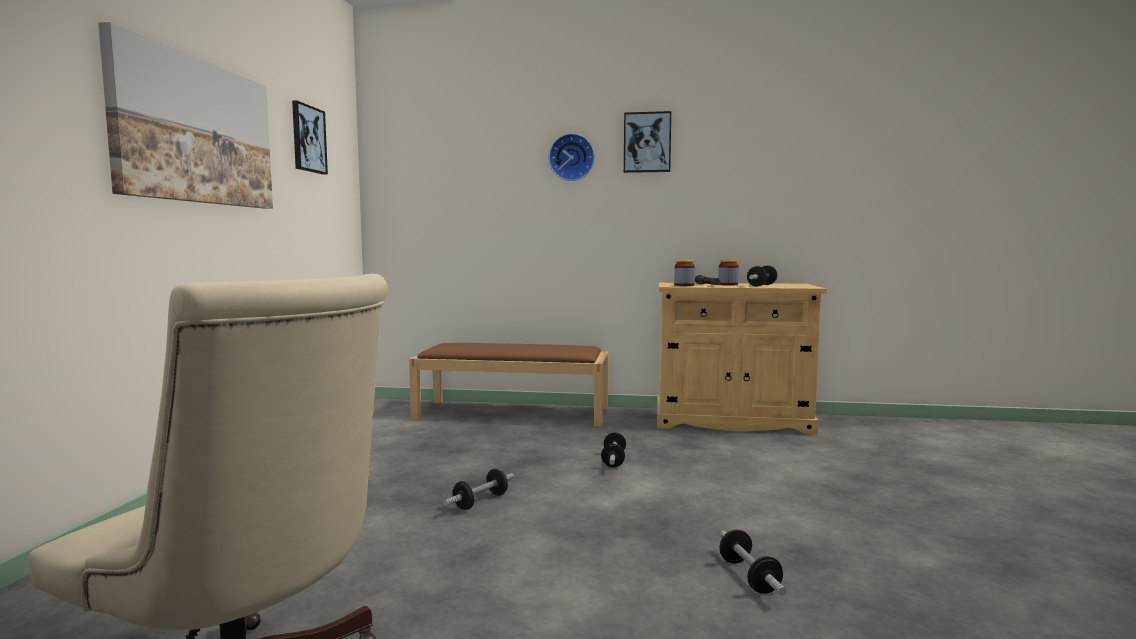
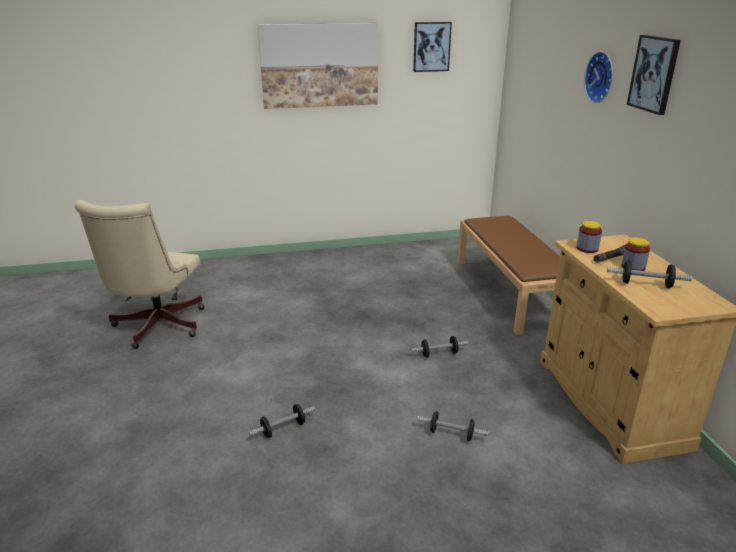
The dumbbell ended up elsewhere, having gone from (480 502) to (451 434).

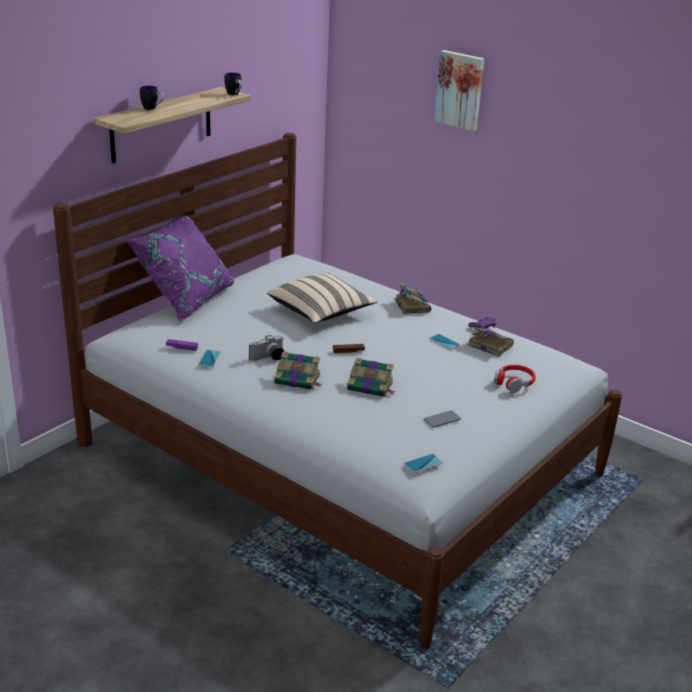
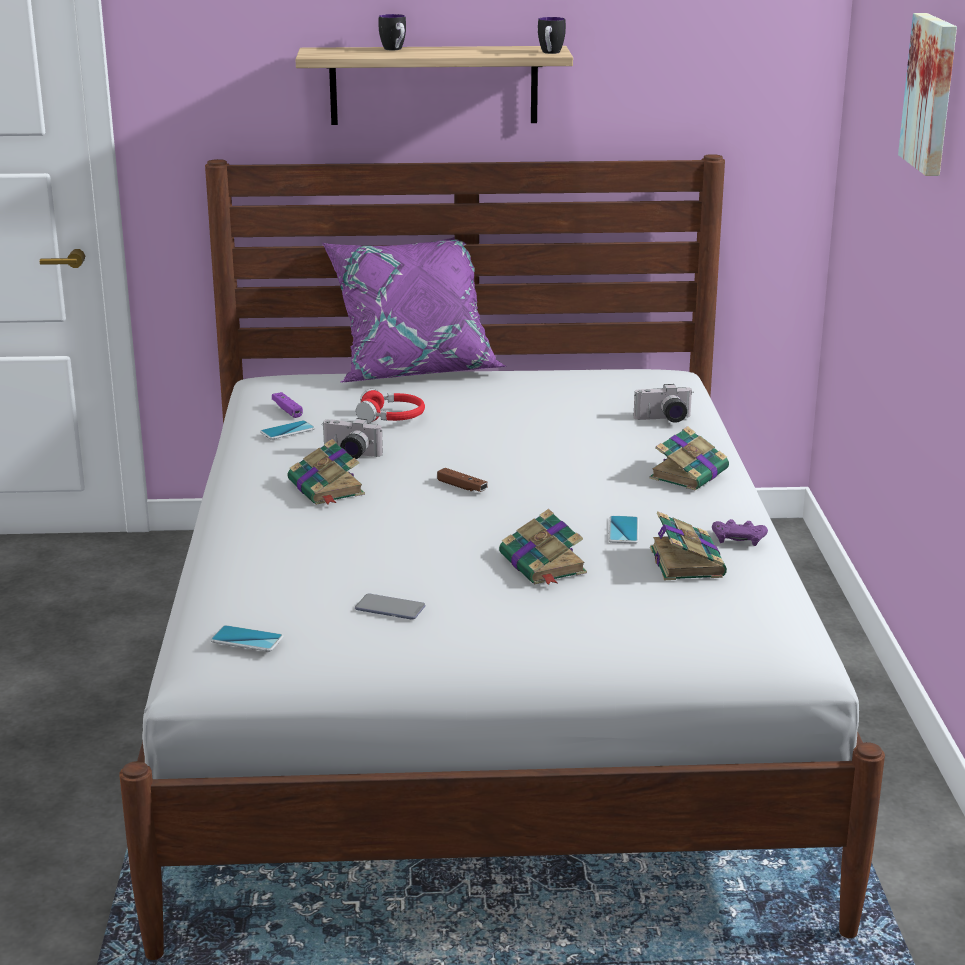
The red headphones ended up elsewhere, having gone from (514 383) to (391 417).
The book ended up elsewhere, having gone from (371 386) to (543 565).
The second view gained the photo camera at (664 420).
The second view lost the beige pillow at (321 312).

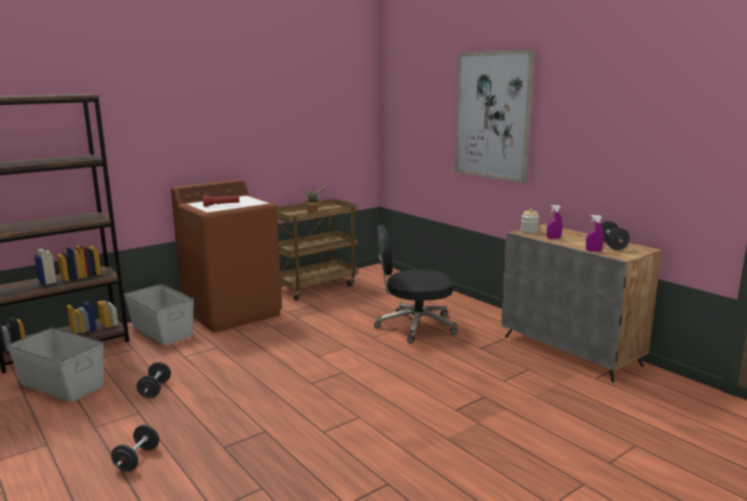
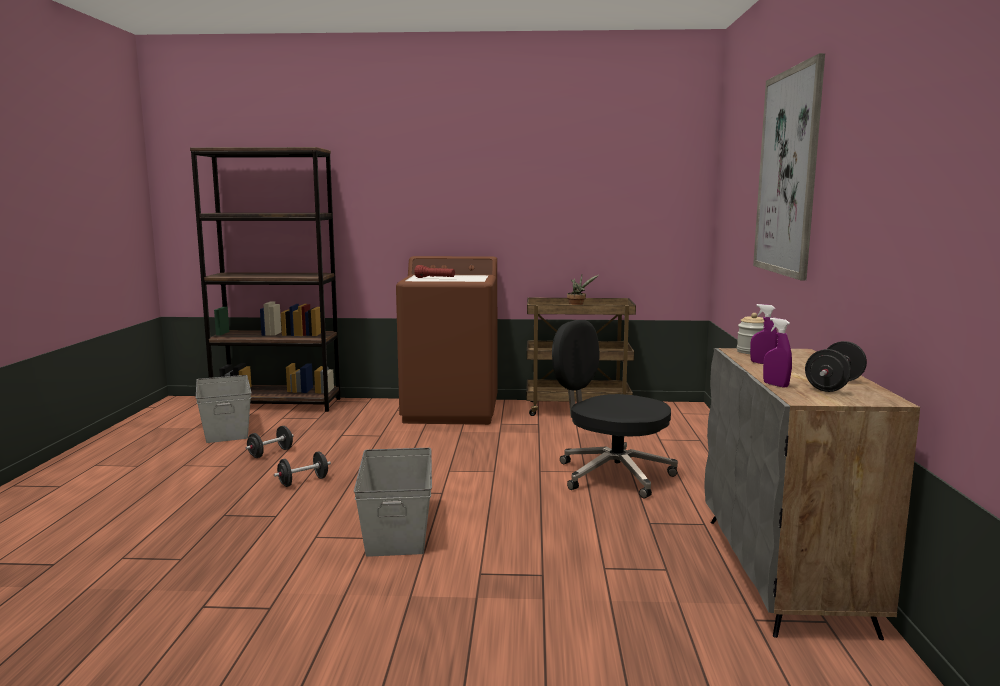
The black dumbbell ended up elsewhere, having gone from (137 459) to (303 481).
The grey storage box ended up elsewhere, having gone from (162 330) to (398 528).

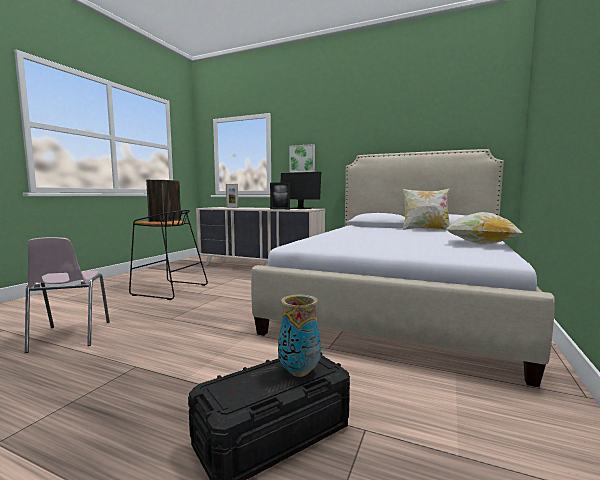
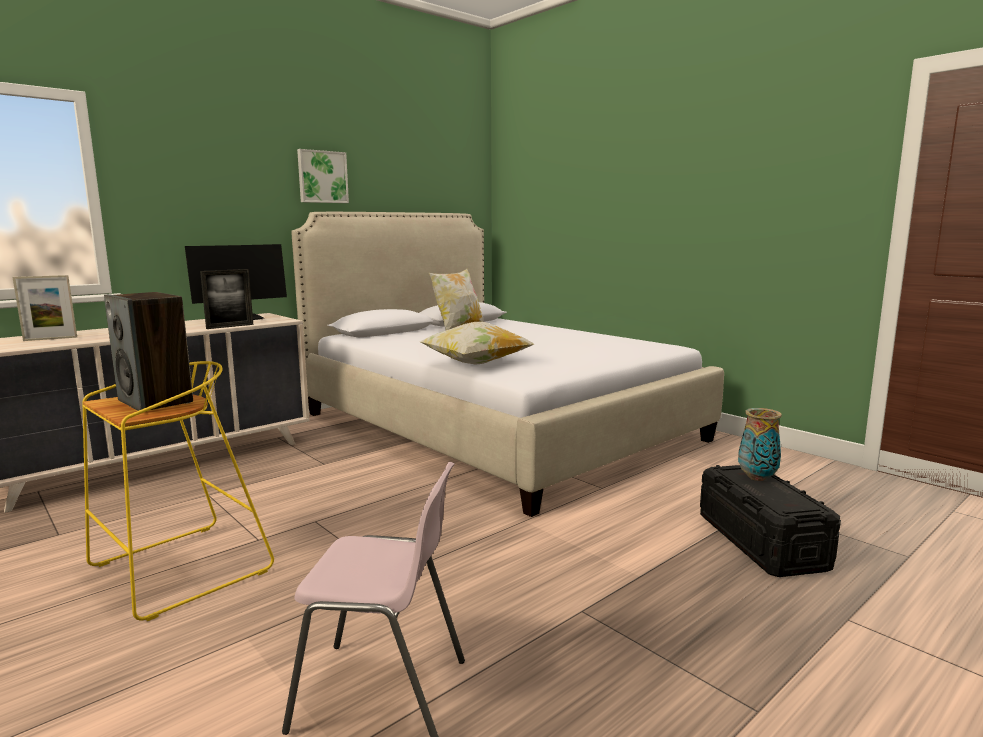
What was the black stool at (168 290) turned into the yellow stool at (178 571).
The picture ended up elsewhere, having gone from (302 158) to (322 177).
The pillow ended up elsewhere, having gone from (481 244) to (476 364).

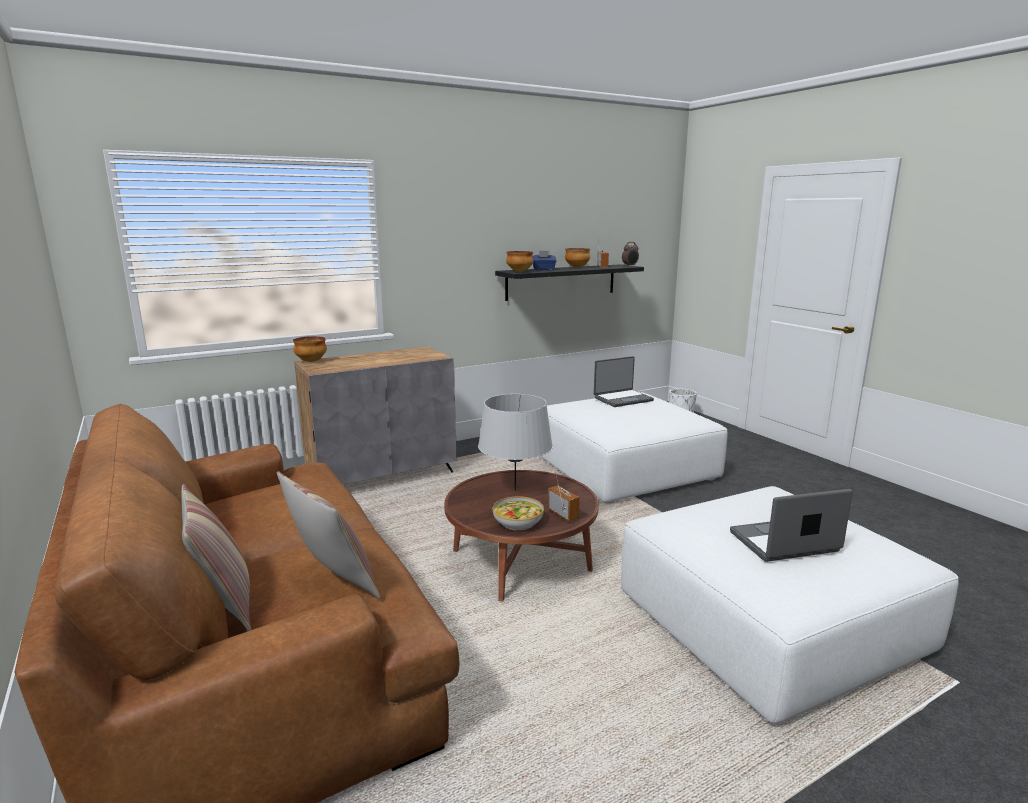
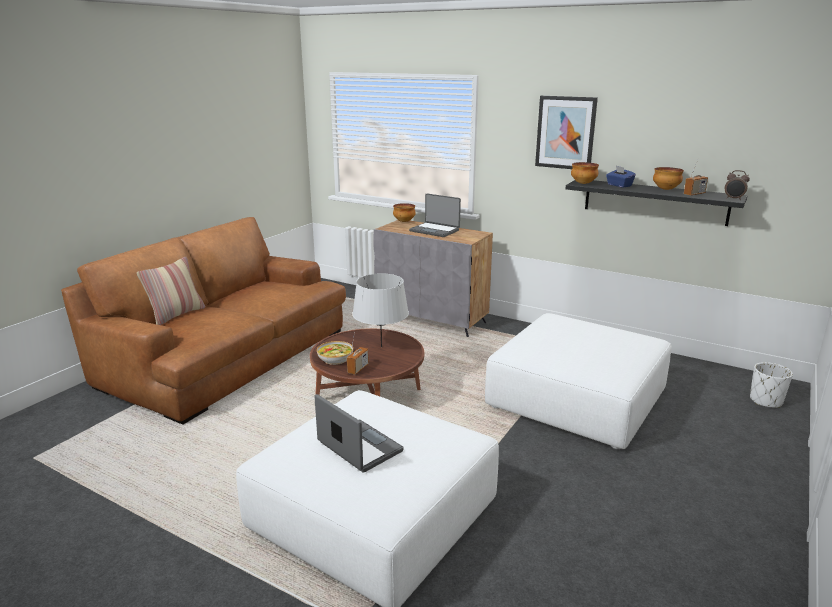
The laptop ended up elsewhere, having gone from (622 399) to (435 230).
The second view gained the picture at (565 132).
The second view lost the pillow at (333 581).

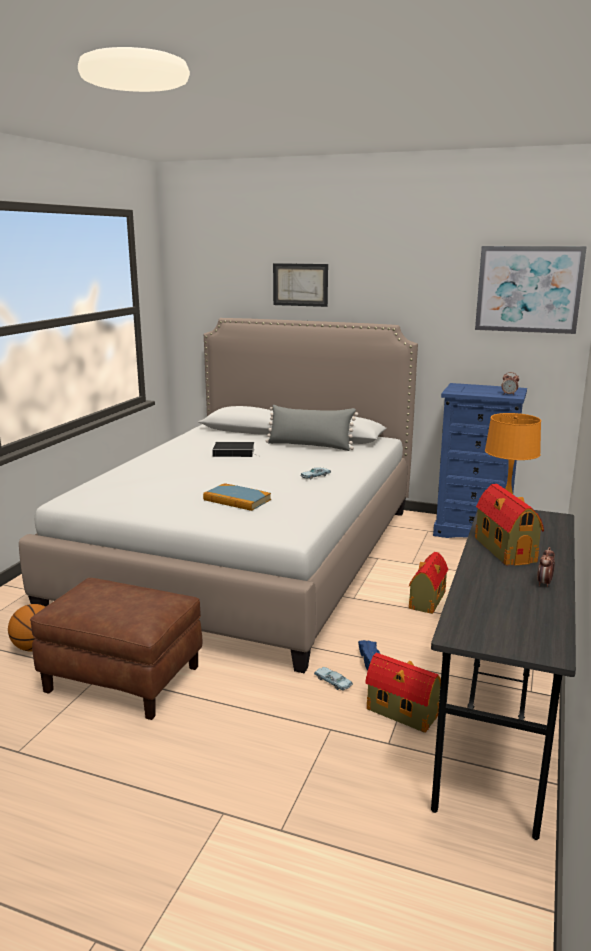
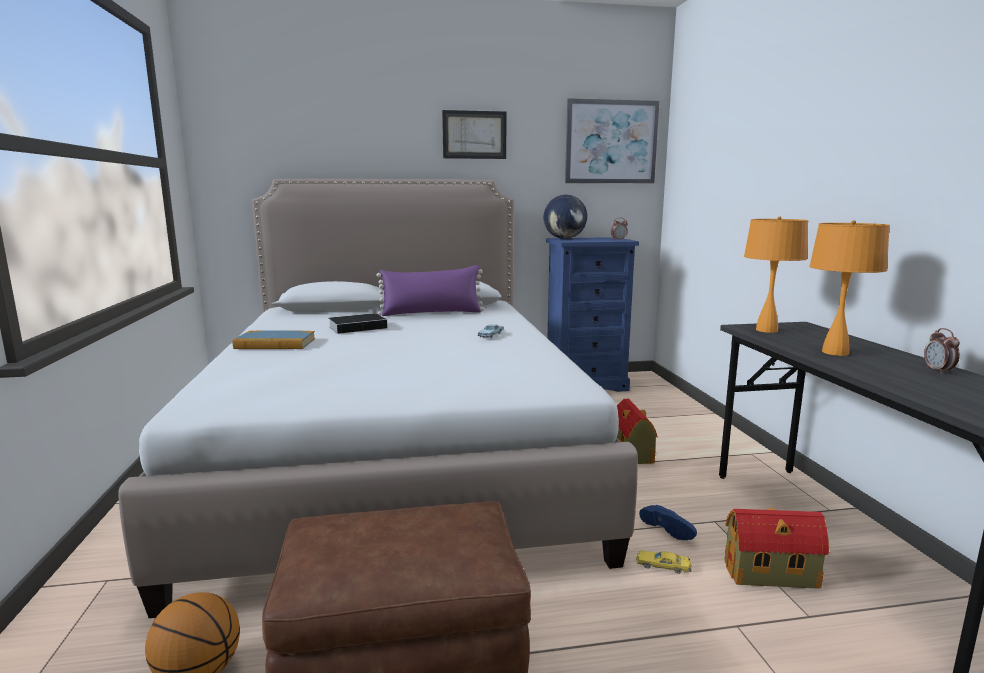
The book ended up elsewhere, having gone from (237 500) to (275 344).
What was the grey pillow at (310 446) turned into the purple pillow at (432 313).
The picture ended up elsewhere, having gone from (300 284) to (474 135).
The second view gained the globe at (564 238).
What was the blue toy car at (332 682) turned into the yellow toy car at (663 566).
Where the toy house stood at (504 549), the orange table lamp came to stand at (835 352).

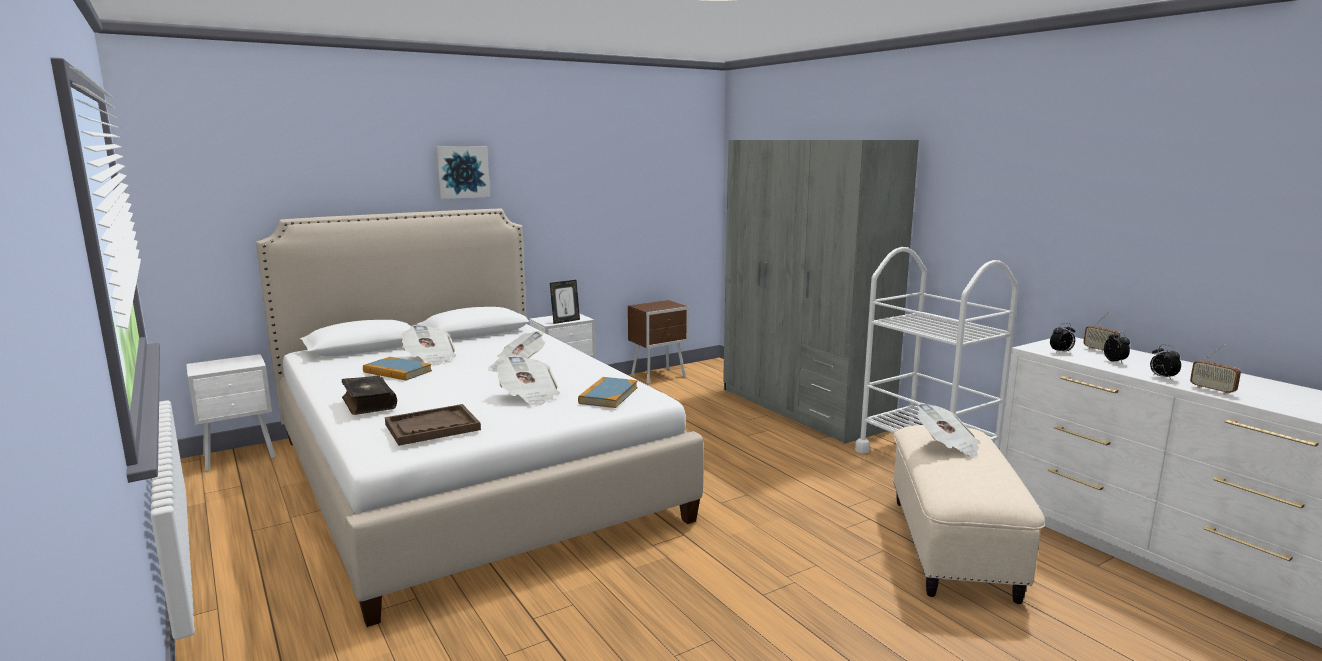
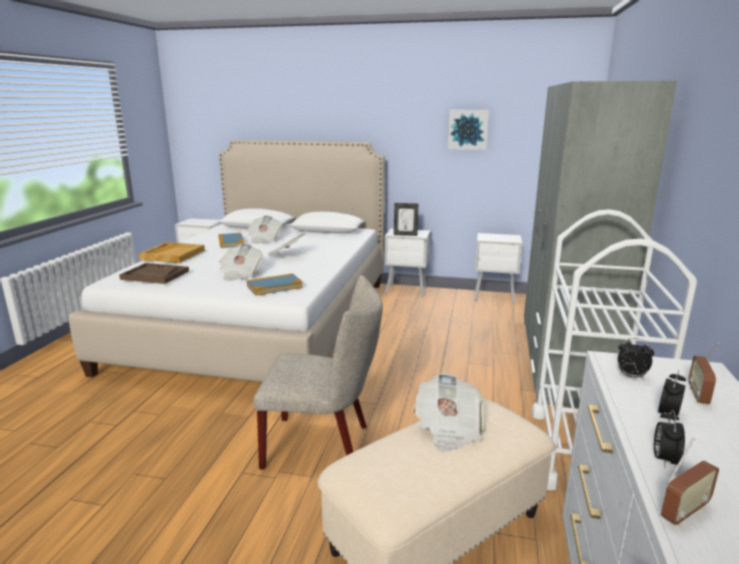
Where the book stood at (368 403), the beige tray came to stand at (172 255).
The second view gained the beige chair at (324 445).
The picture ended up elsewhere, having gone from (462 172) to (468 129).
What was the brown nightstand at (659 376) turned into the white nightstand at (495 298).
The radio at (1212 390) ended up facing another way, 135 degrees counterclockwise from before.

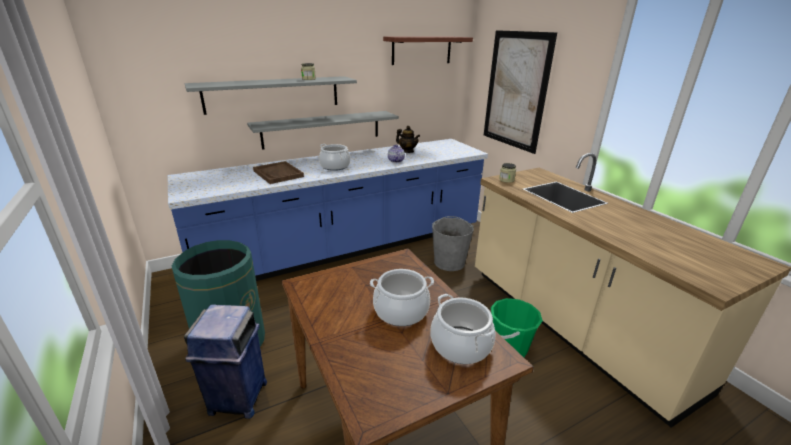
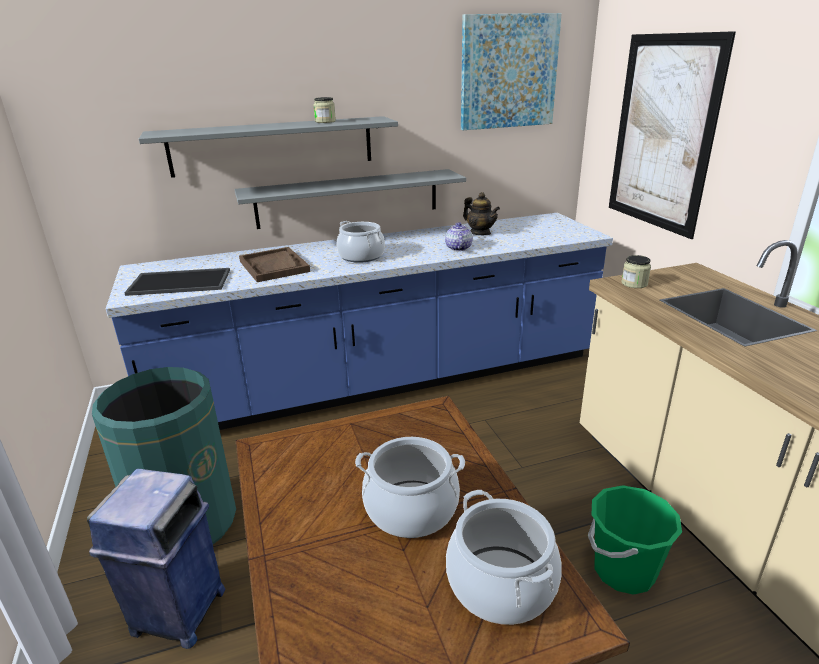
The second view gained the tray at (181 282).
Where the shelf hung at (421 50), the picture came to hang at (508 72).
The second view lost the grey bucket at (449 262).

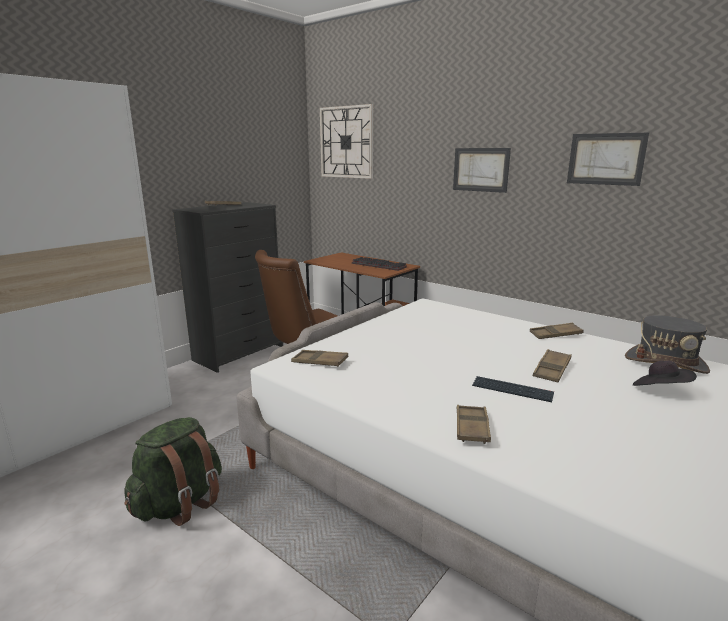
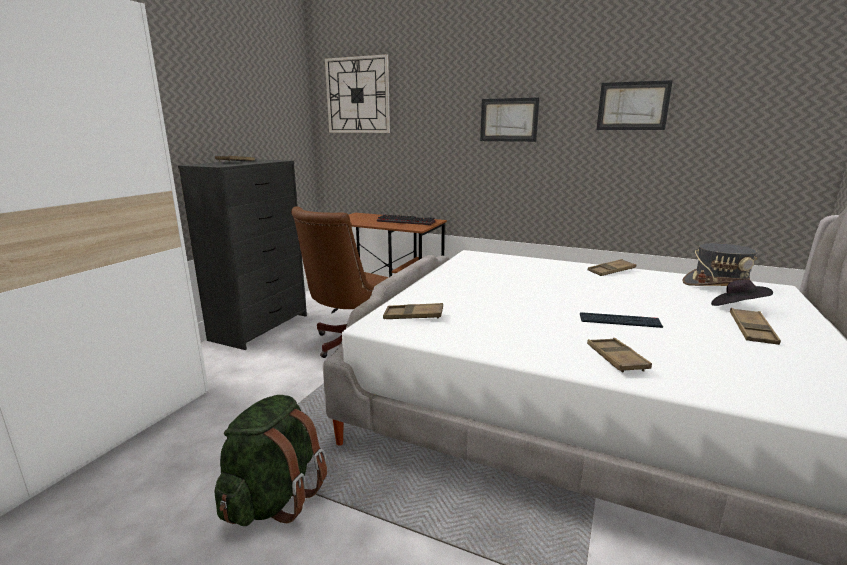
The brown tray ended up elsewhere, having gone from (552 369) to (752 330).

